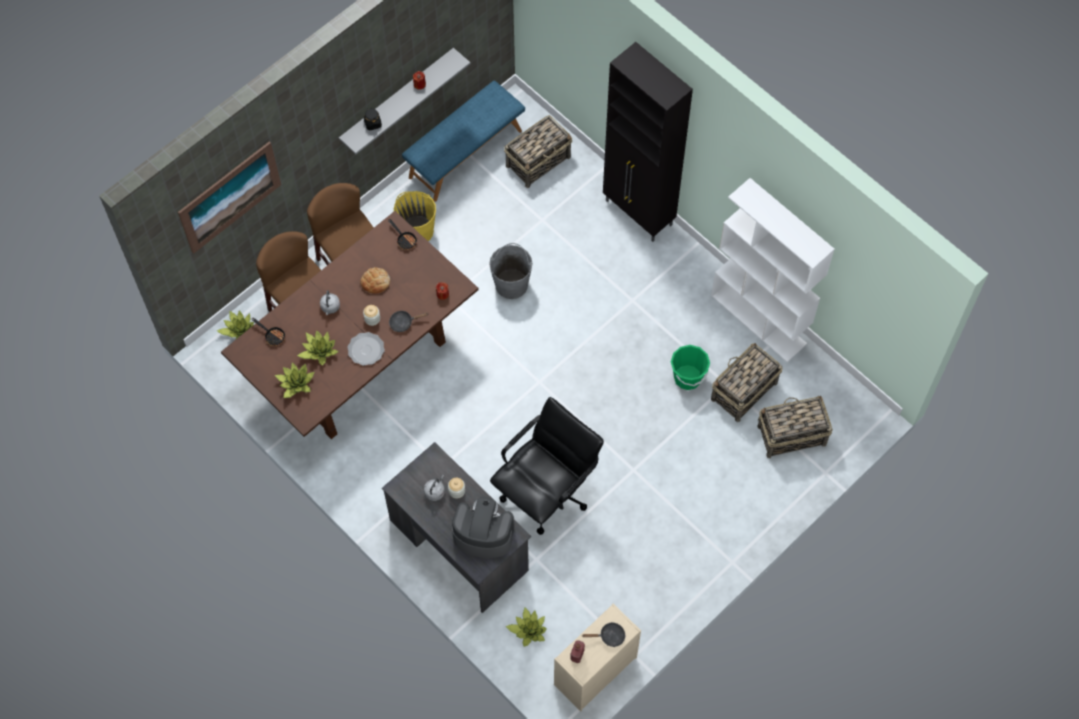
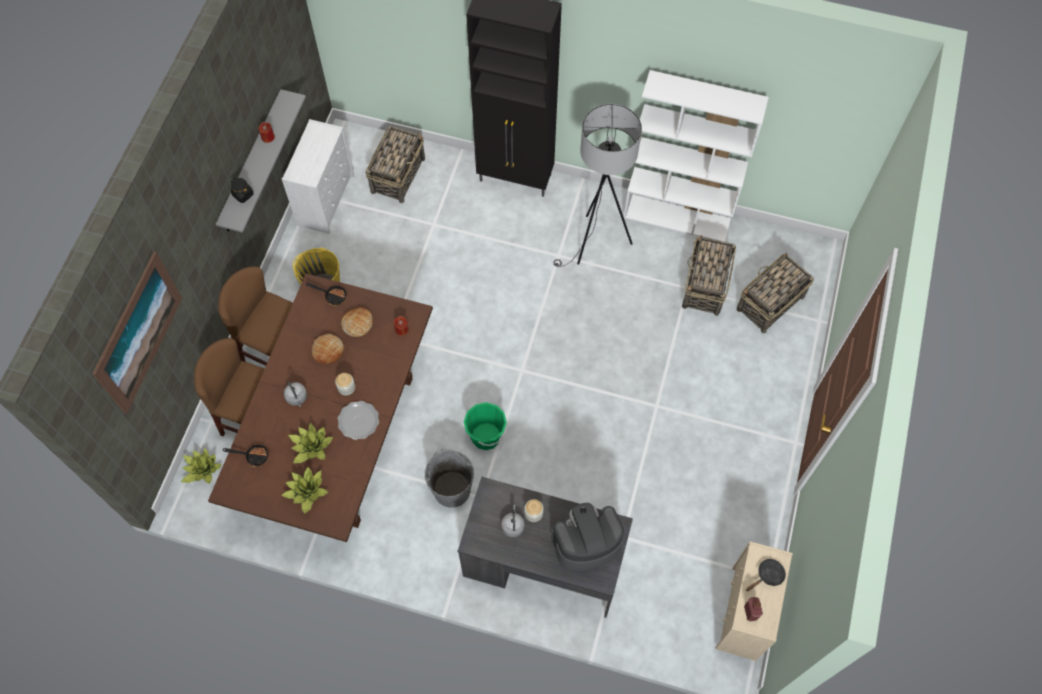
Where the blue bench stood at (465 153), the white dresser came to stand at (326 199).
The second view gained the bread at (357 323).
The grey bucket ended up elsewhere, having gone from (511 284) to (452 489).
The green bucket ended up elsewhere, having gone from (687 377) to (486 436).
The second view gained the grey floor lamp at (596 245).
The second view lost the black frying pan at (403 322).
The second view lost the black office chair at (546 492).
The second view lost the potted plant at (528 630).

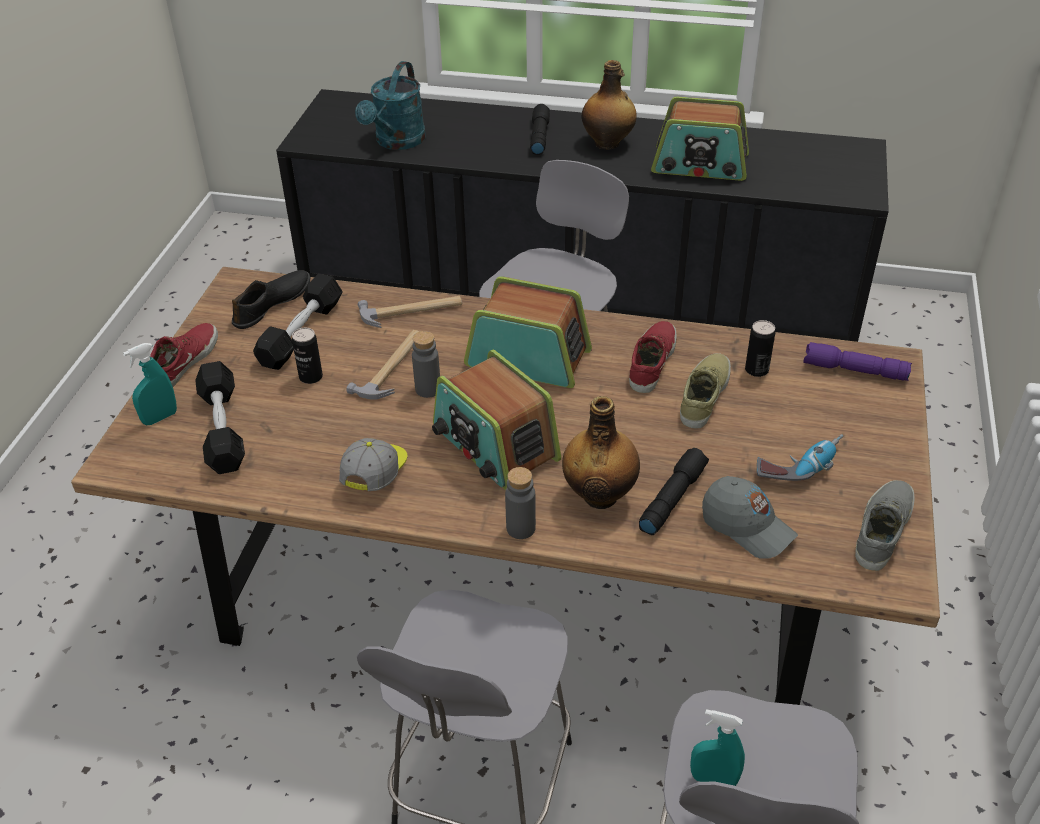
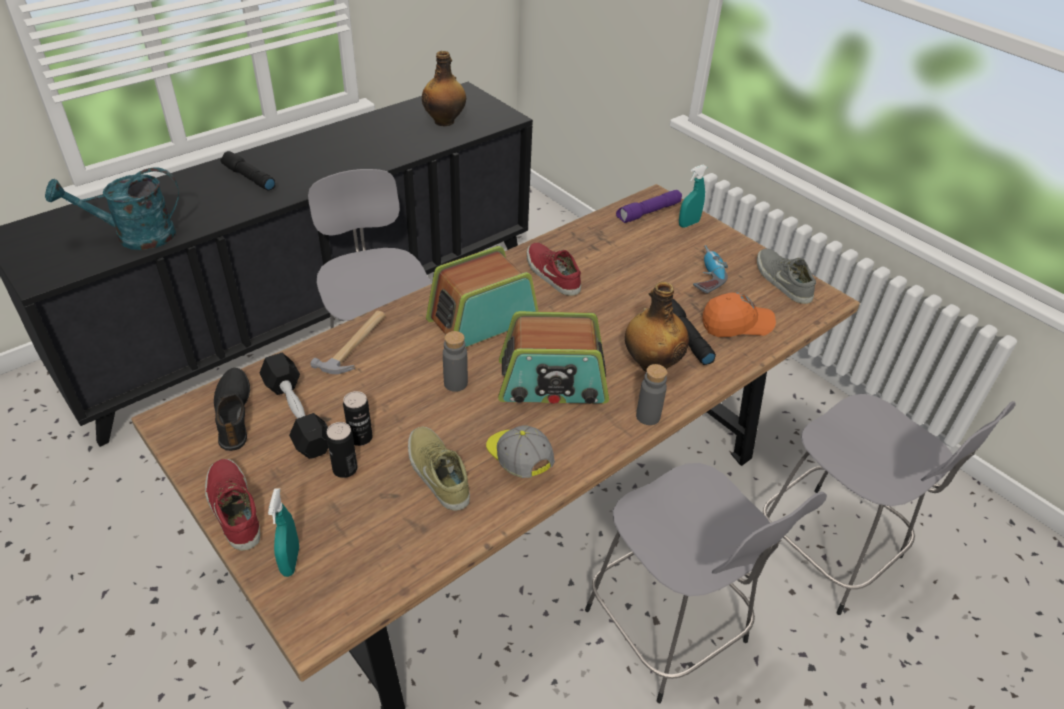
The turquoise watering can at (396 142) ended up facing another way, 105 degrees clockwise from before.
The can ended up elsewhere, having gone from (756 370) to (345 469).
The beige shoe ended up elsewhere, having gone from (702 395) to (436 473).
The bottle ended up elsewhere, having gone from (608 143) to (445 121).
The turquoise spray bottle ended up elsewhere, having gone from (713 779) to (688 224).
What was the grey cap at (747 527) turned into the orange cap at (736 324).
The second view lost the black dumbbell at (222 429).
The second view lost the hammer at (393 367).
The second view lost the radio at (700 164).

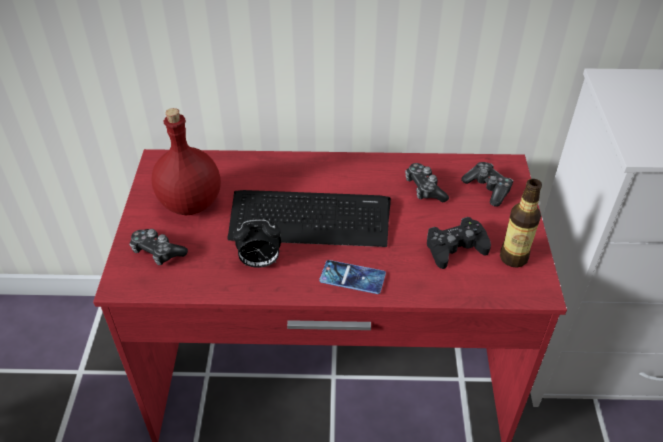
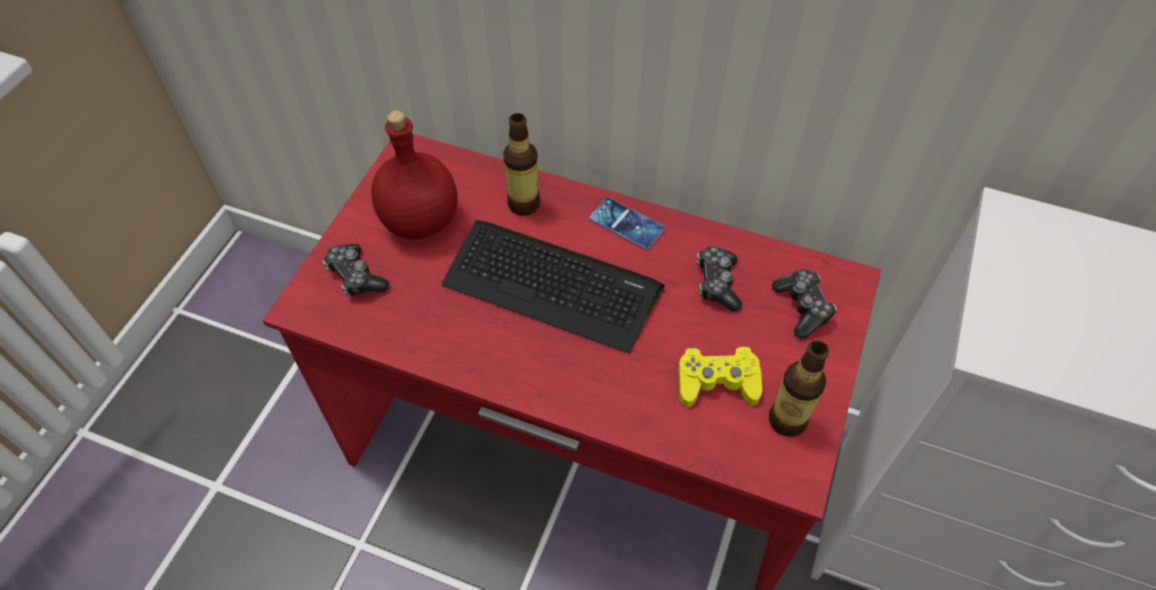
The second view gained the bottle at (524 204).
The phone ended up elsewhere, having gone from (352 277) to (626 224).
What was the black game controller at (455 248) turned into the yellow game controller at (717 382).
The second view lost the alarm clock at (259 262).

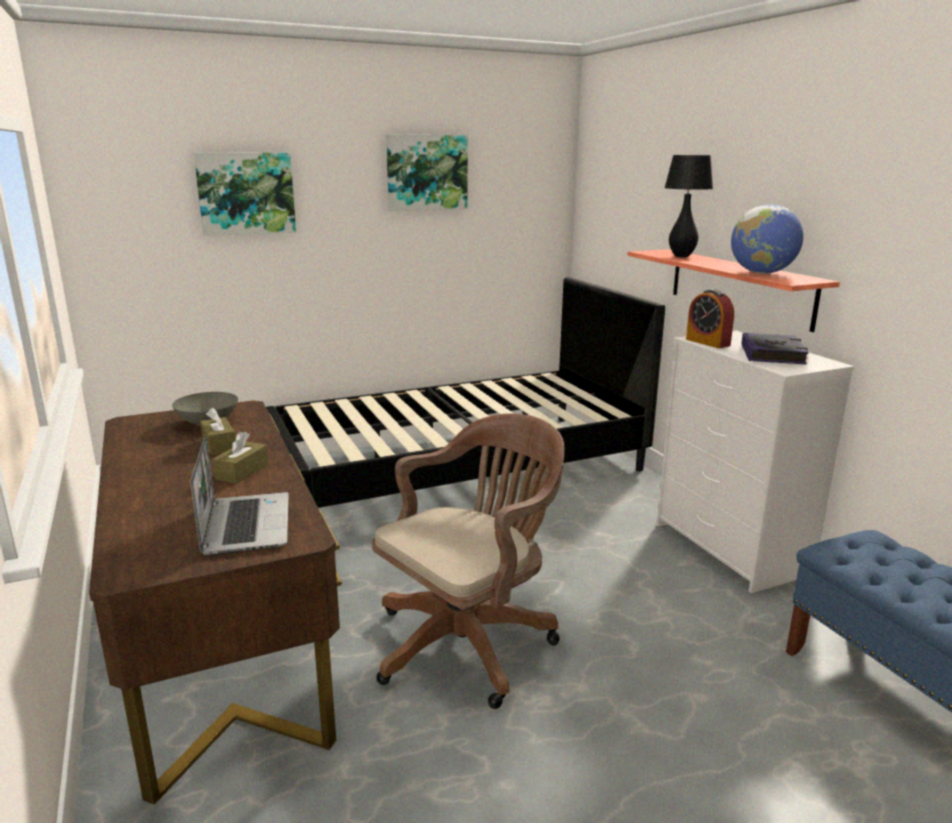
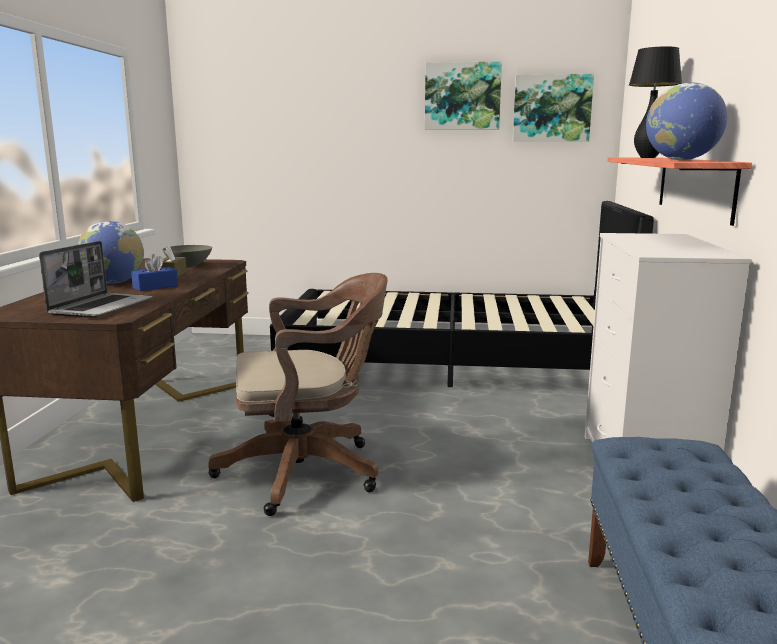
The second view gained the globe at (114 282).
What was the brown tissue box at (242 471) turned into the blue tissue box at (155 287).
The picture ended up elsewhere, having gone from (246 193) to (552 108).
The second view lost the alarm clock at (707 342).
The second view lost the book at (772 354).

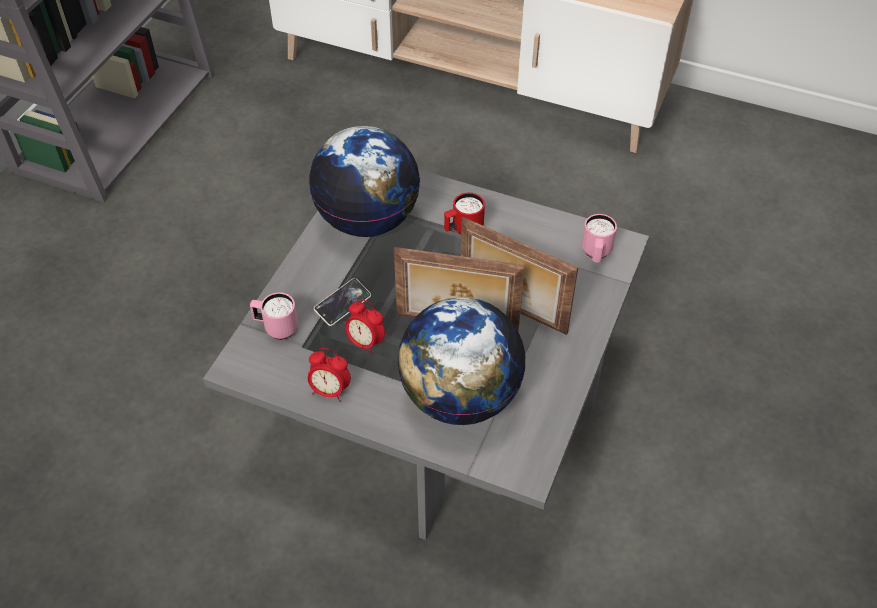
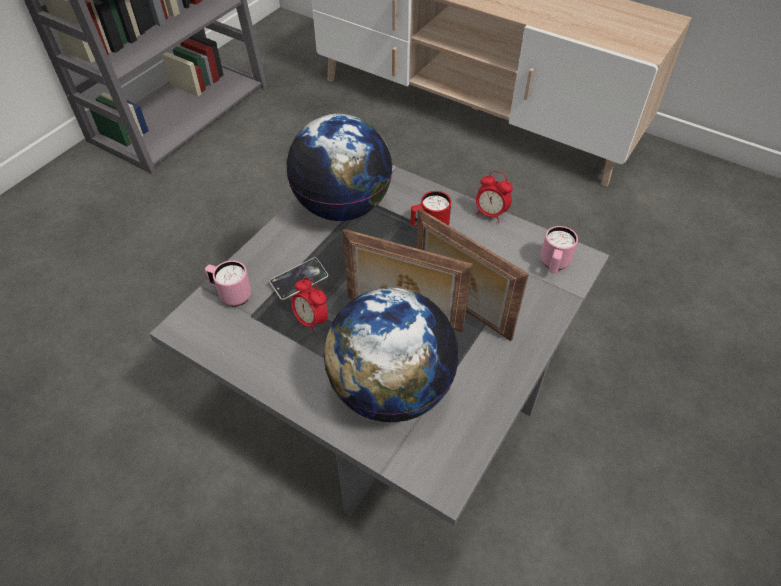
The alarm clock ended up elsewhere, having gone from (330 390) to (490 214).

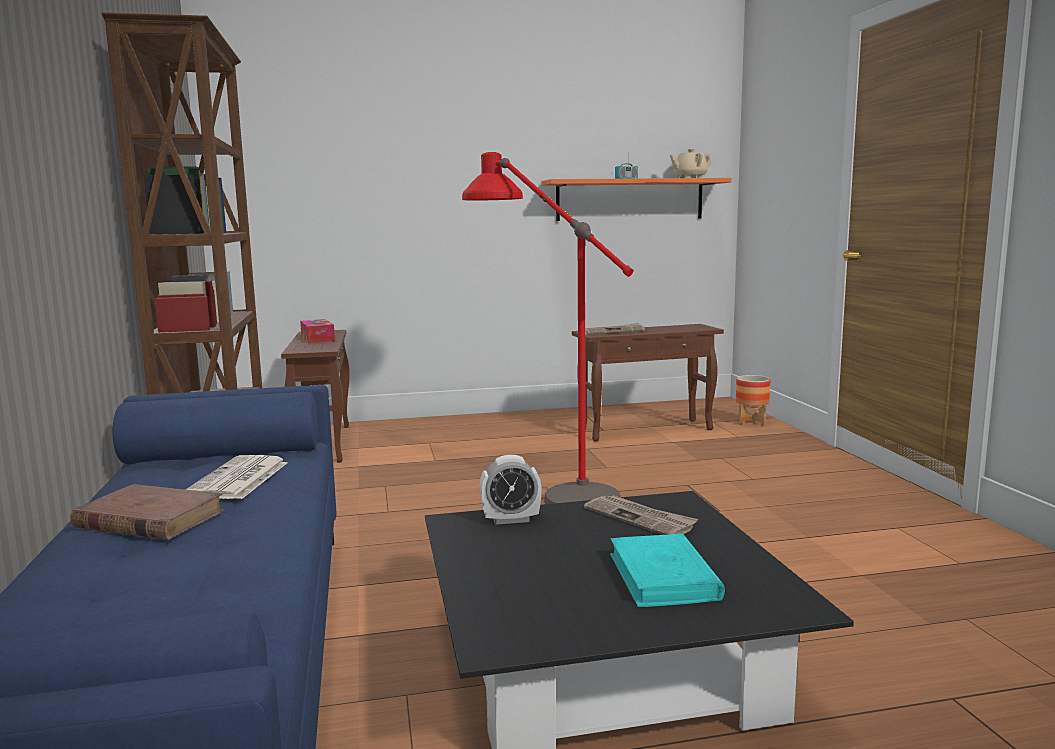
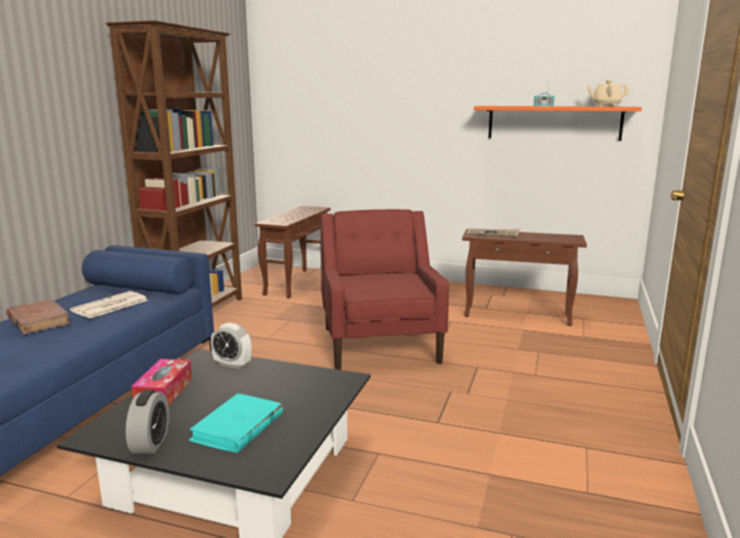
The second view gained the alarm clock at (150 443).
The tissue box ended up elsewhere, having gone from (317 338) to (164 392).
Where the red floor lamp stood at (546 486), the red armchair came to stand at (380 344).
The second view lost the newspaper at (640 518).
The second view lost the planter at (751 422).

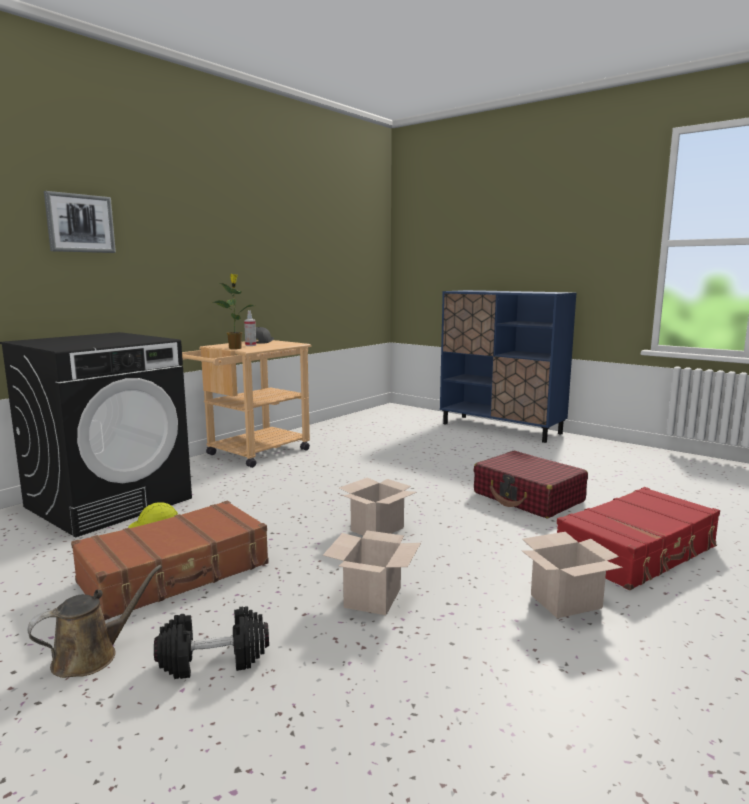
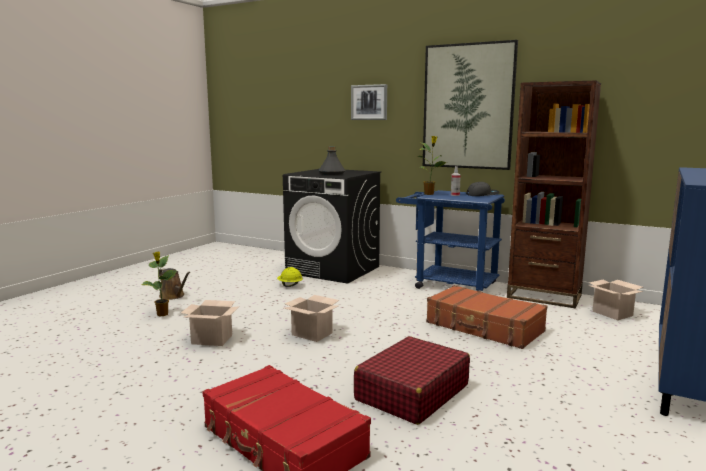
Where the black dumbbell stood at (214 660), the potted plant came to stand at (162 314).
The second view gained the grey bottle at (332 173).
What was the beige cart at (251 454) turned into the blue cart at (448 284).
The second view gained the picture at (468 106).
The brown suitcase ended up elsewhere, having gone from (176 573) to (484 327).
The second view gained the brown bookcase at (544 296).
The cardboard box ended up elsewhere, having gone from (566 601) to (613 314).

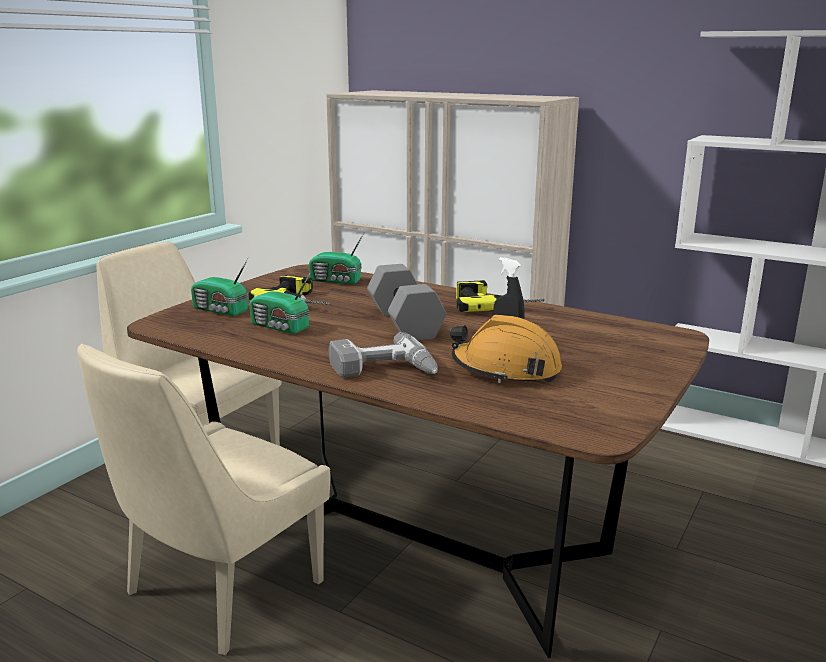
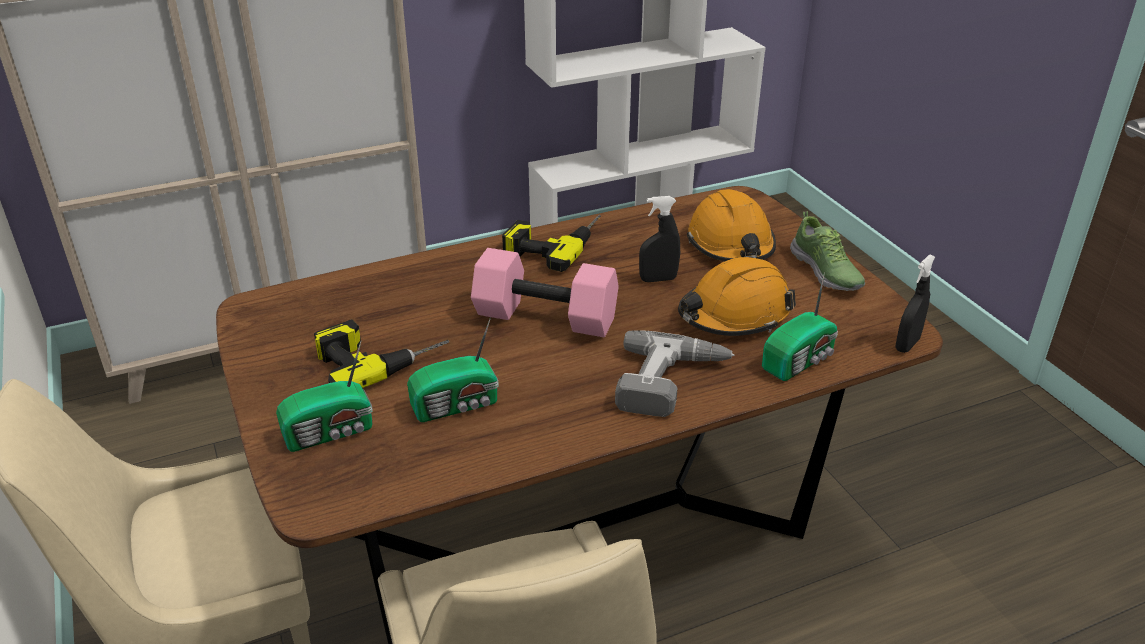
What was the grey dumbbell at (403 322) turned into the pink dumbbell at (543 318).
The second view gained the orange hard hat at (731 244).
The radio ended up elsewhere, having gone from (336 281) to (800 360).
The second view gained the shoe at (826 272).
The second view gained the black spray bottle at (907 345).

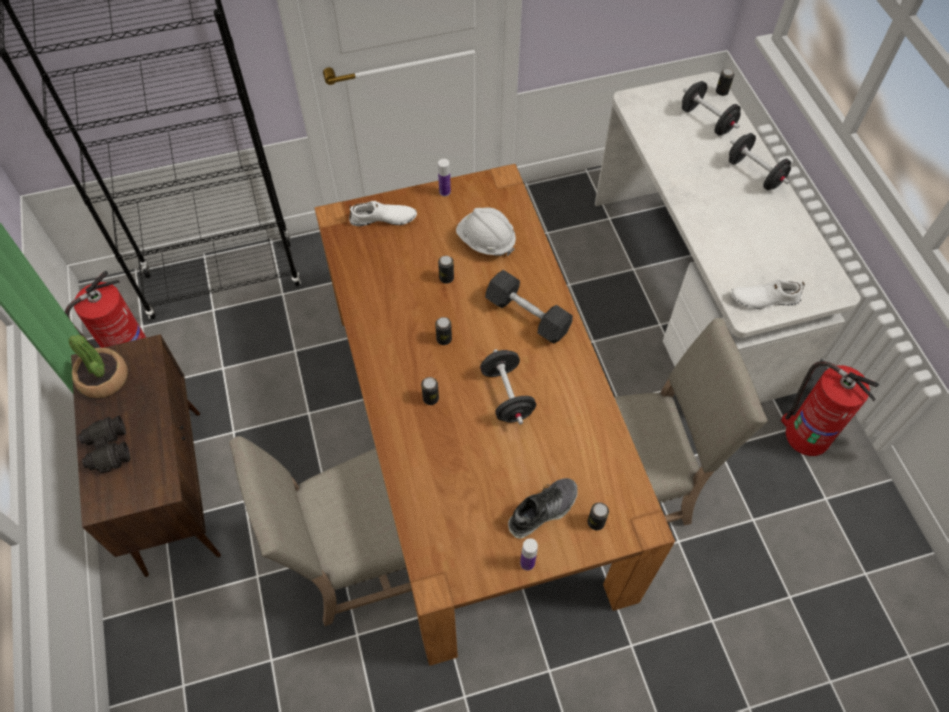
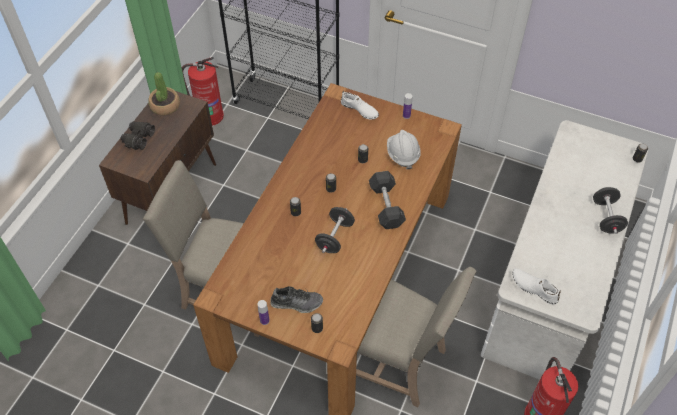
The second view lost the black dumbbell at (707 120).

